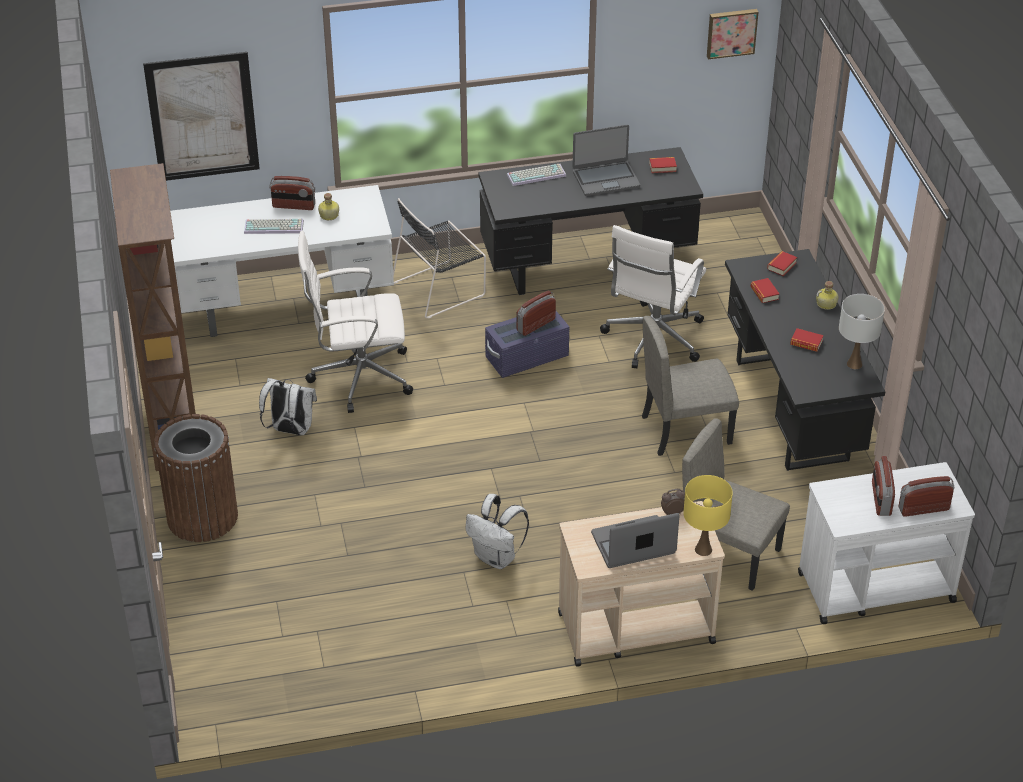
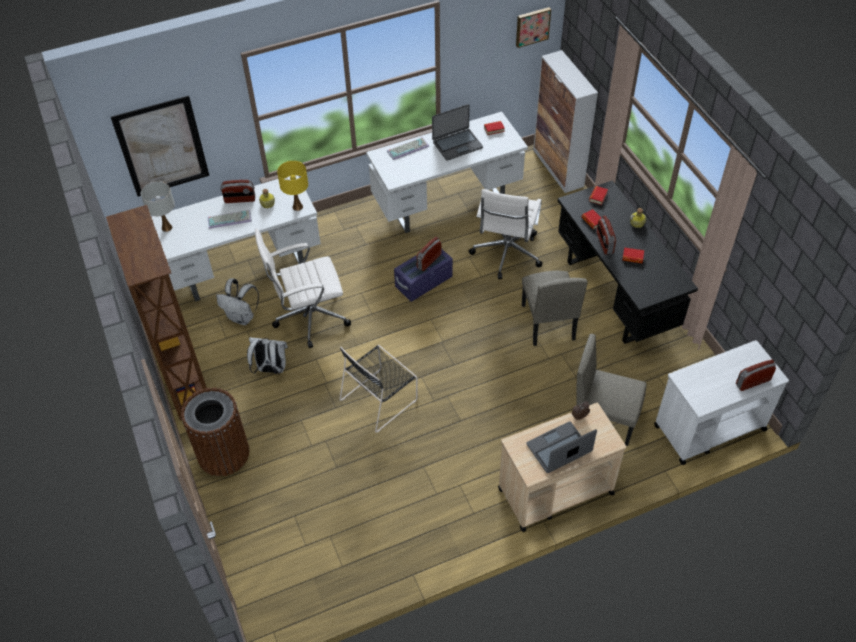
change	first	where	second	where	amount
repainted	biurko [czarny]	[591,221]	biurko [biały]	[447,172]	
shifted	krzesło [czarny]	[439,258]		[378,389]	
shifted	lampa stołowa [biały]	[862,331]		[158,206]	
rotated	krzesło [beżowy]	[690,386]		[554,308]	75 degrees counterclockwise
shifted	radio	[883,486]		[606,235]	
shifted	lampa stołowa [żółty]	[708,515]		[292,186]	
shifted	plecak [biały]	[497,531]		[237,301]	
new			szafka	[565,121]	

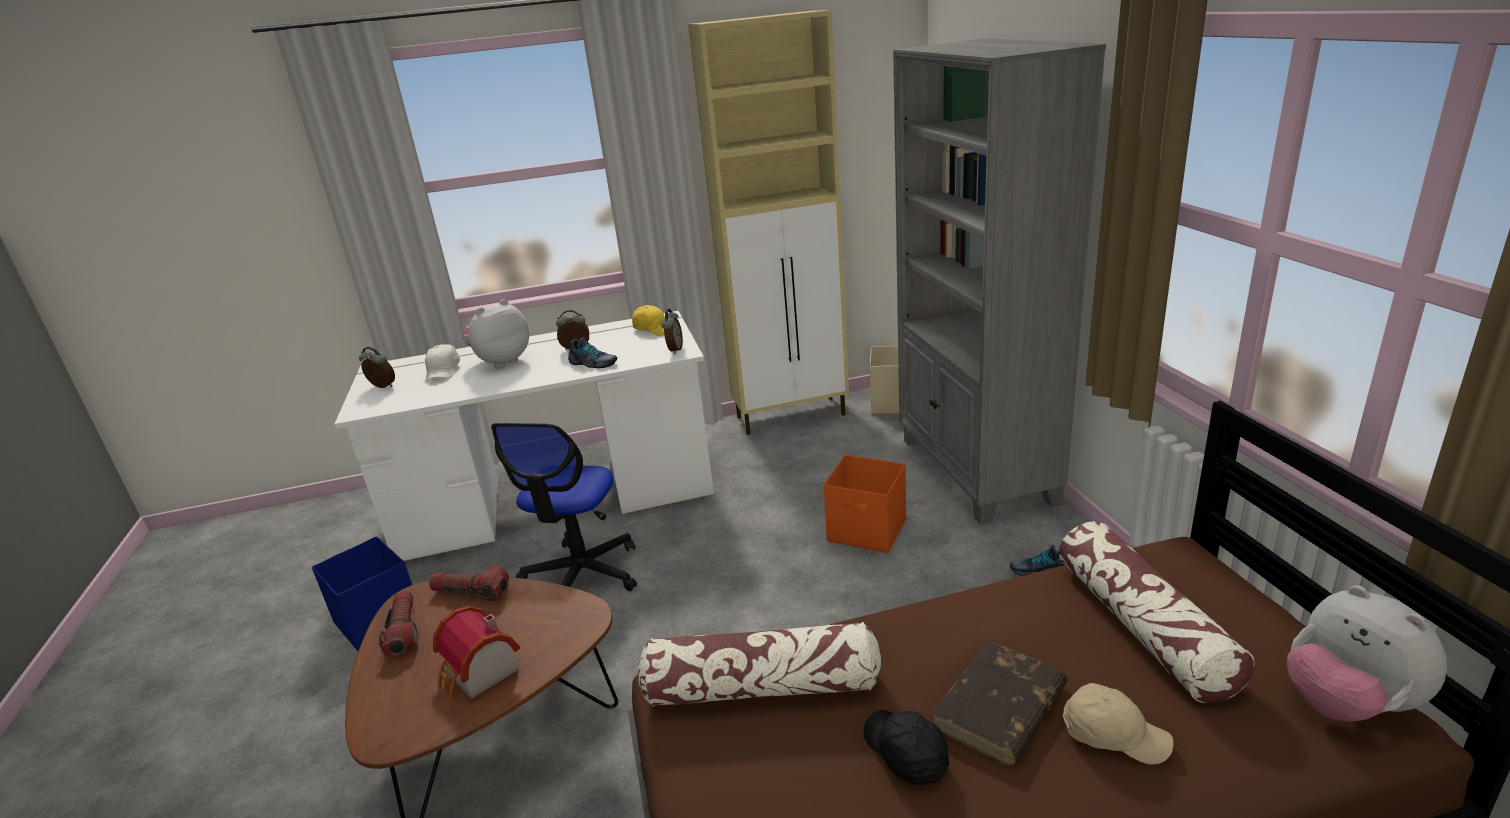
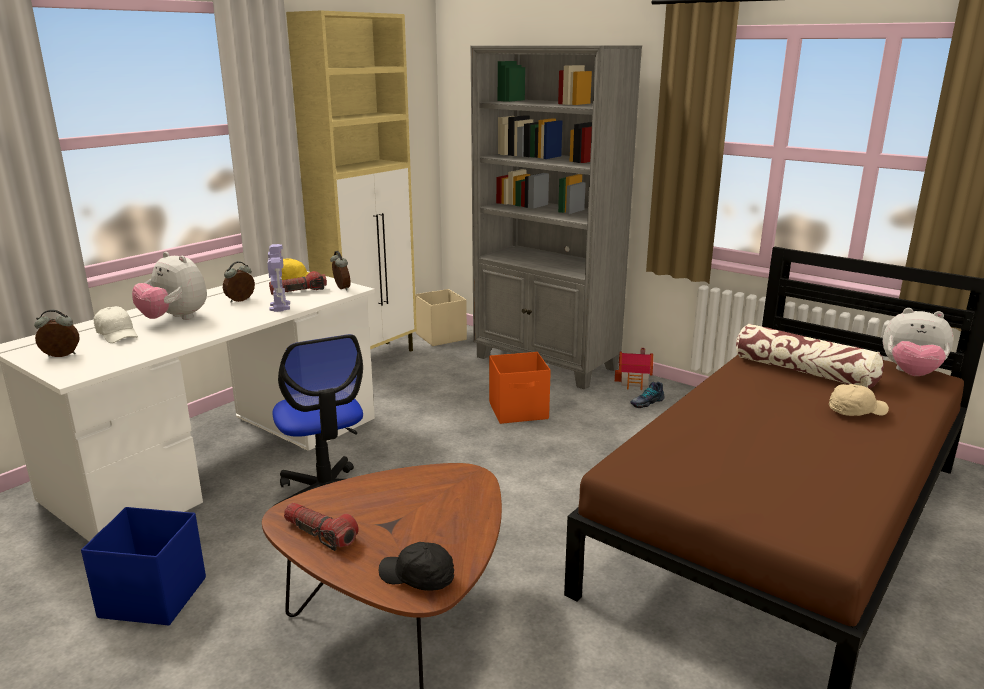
change	first	where	second	where	amount
rotated	pluszak	[495,334]		[169,286]	60 degrees counterclockwise
swapped	but	[592,352]	robot zabawkowy	[278,278]	
shifted	latarka	[469,584]		[298,283]	
shifted	domek	[476,654]		[634,369]	
gone	poduszka	[759,664]			
gone	książka [brązowy]	[999,703]			
shifted	czapka z daszkiem [czarny]	[906,747]		[416,566]	

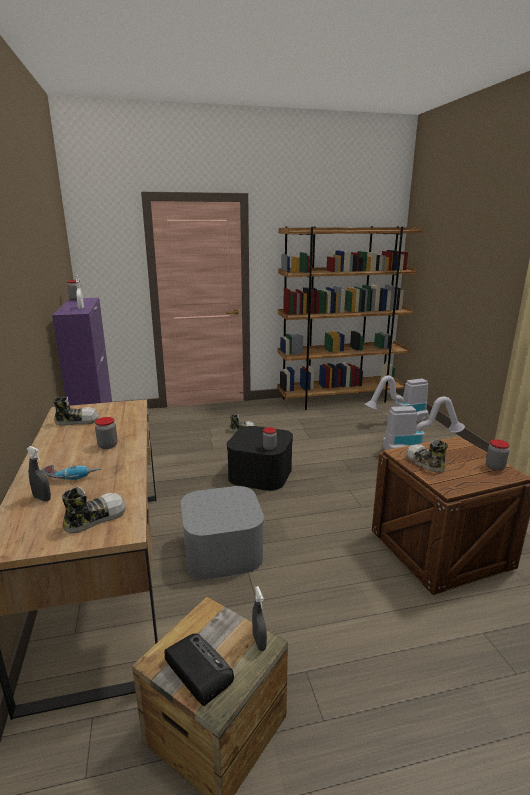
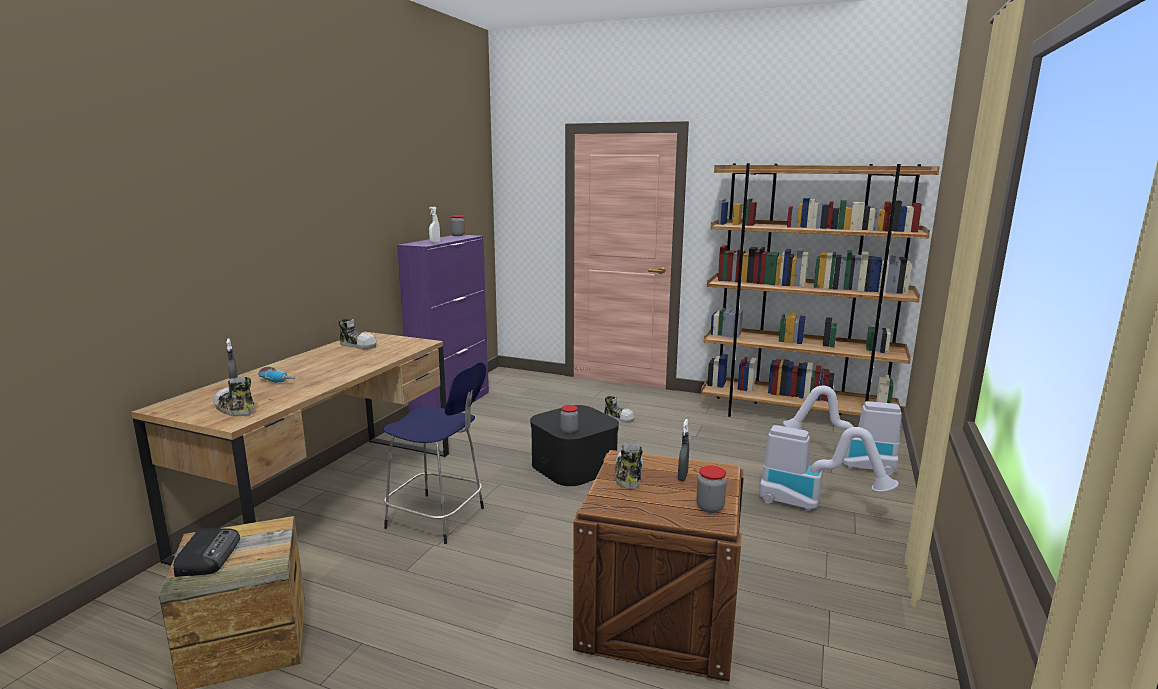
change	first	where	second	where	amount
gone	słoik	[106,433]			
swapped	pojemnik do przechowywania [szary]	[222,533]	stołek [niebieski]	[435,453]	
rotated	but	[94,510]		[234,396]	135 degrees counterclockwise
shifted	spryskiwacz [szary]	[259,618]		[683,450]	

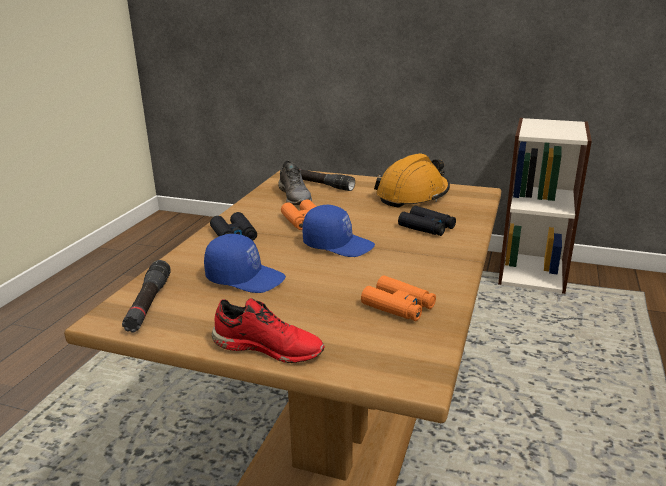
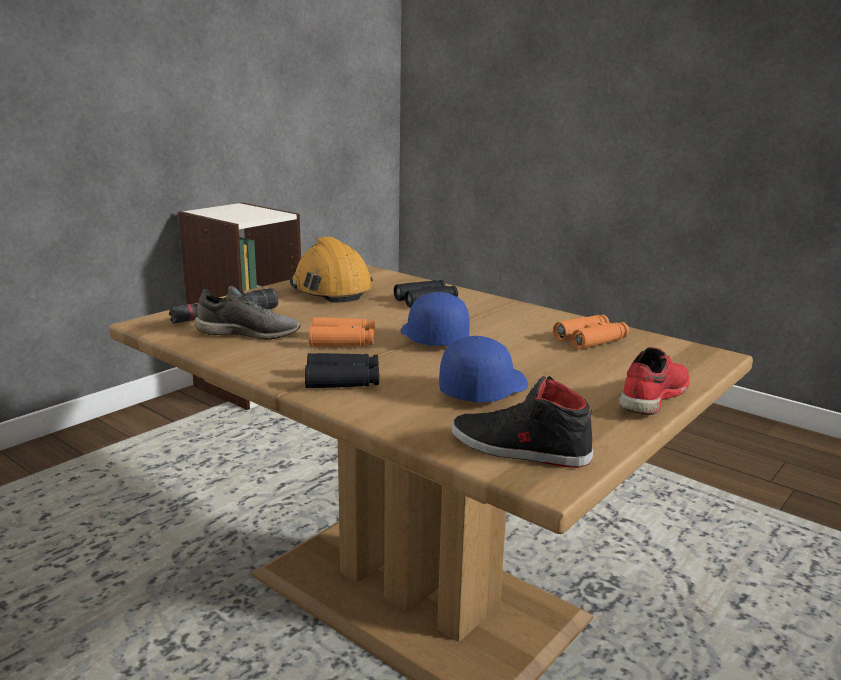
change	first	where	second	where	amount
rotated	czapka z daszkiem [niebieski]	[339,231]		[435,319]	60 degrees counterclockwise
swapped	latarka [czarny]	[146,296]	but [czarny]	[522,422]	

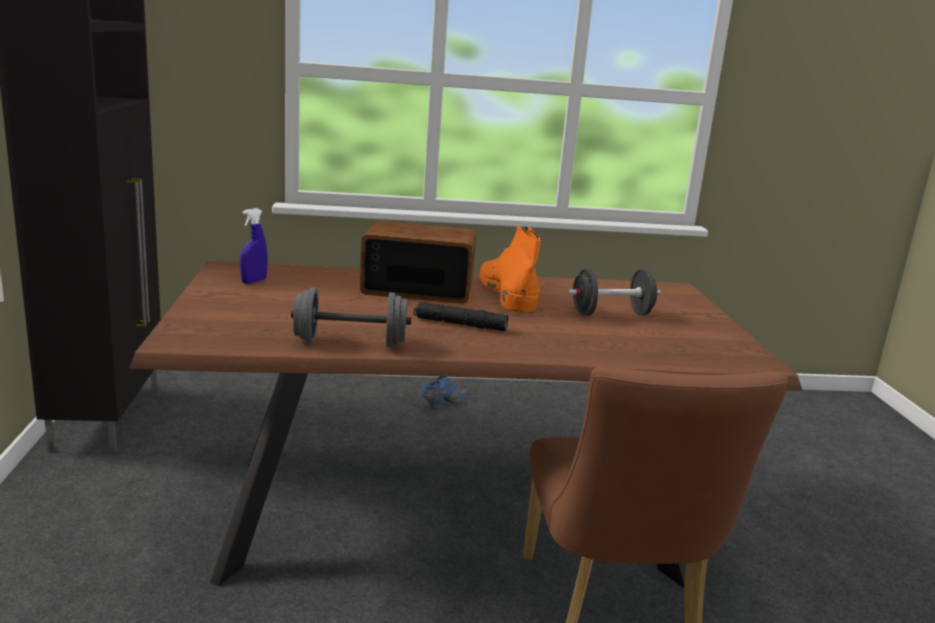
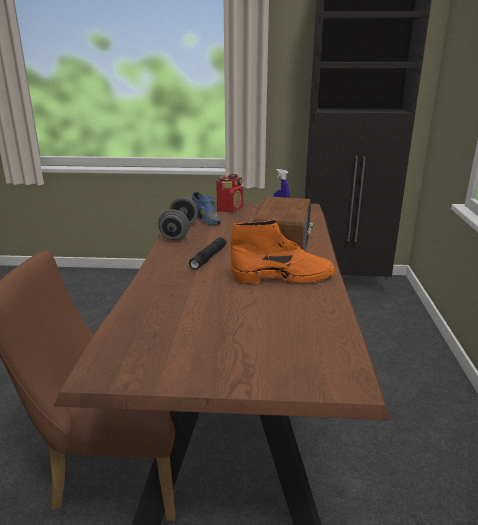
change	first	where	second	where	amount
gone	hantel [czarny]	[614,292]			
shifted	but [niebieski]	[445,392]		[206,208]	
new			radio	[229,193]	

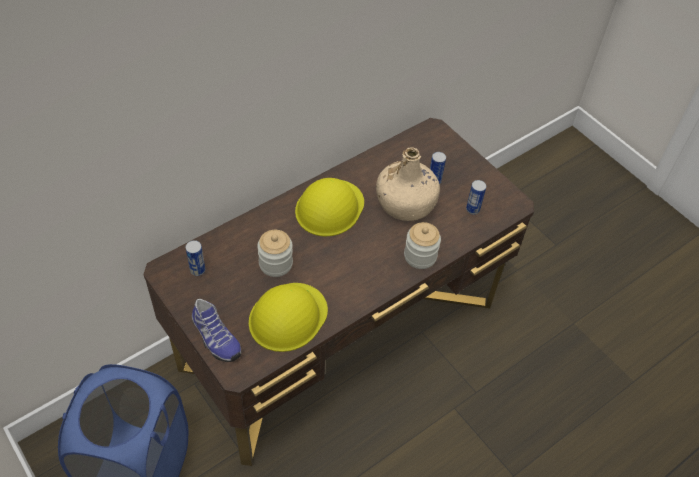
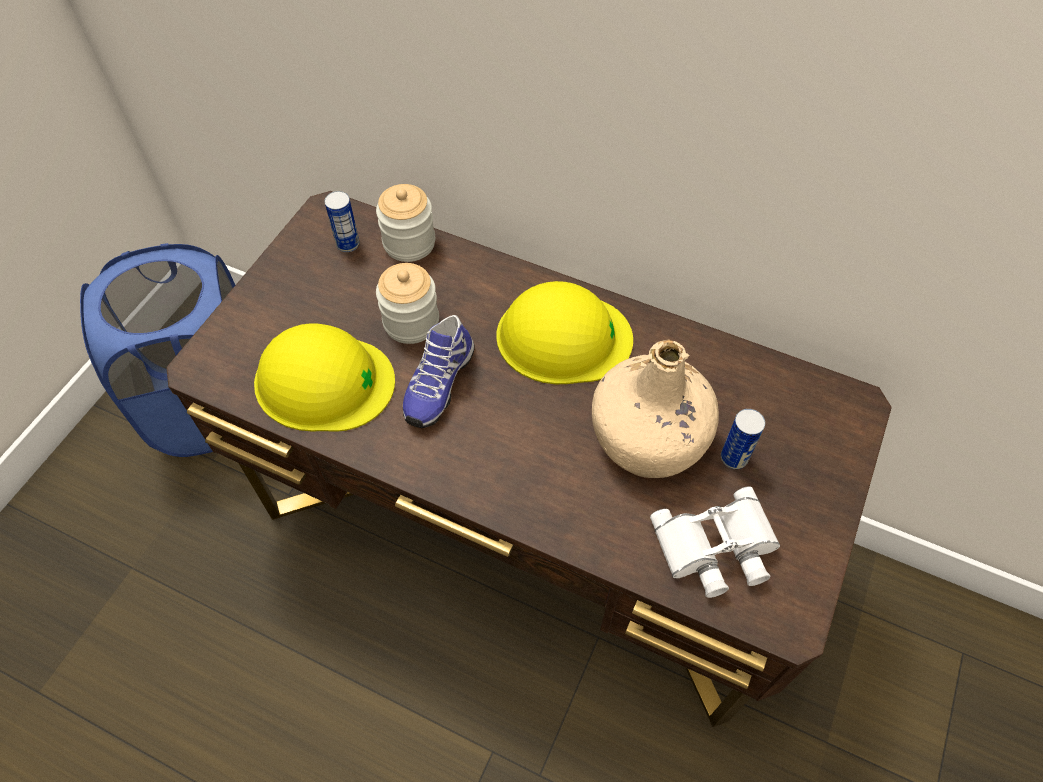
change	first	where	second	where	amount
swapped	puszka	[476,197]	lornetka [biały]	[715,542]	
shifted	słoik	[422,245]		[405,223]	
shifted	but	[216,330]		[439,371]	

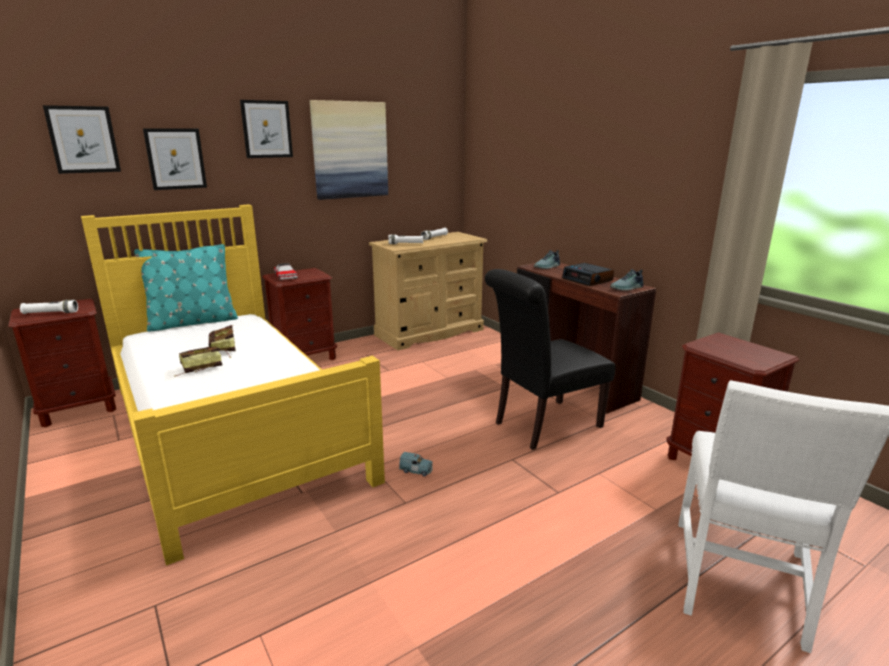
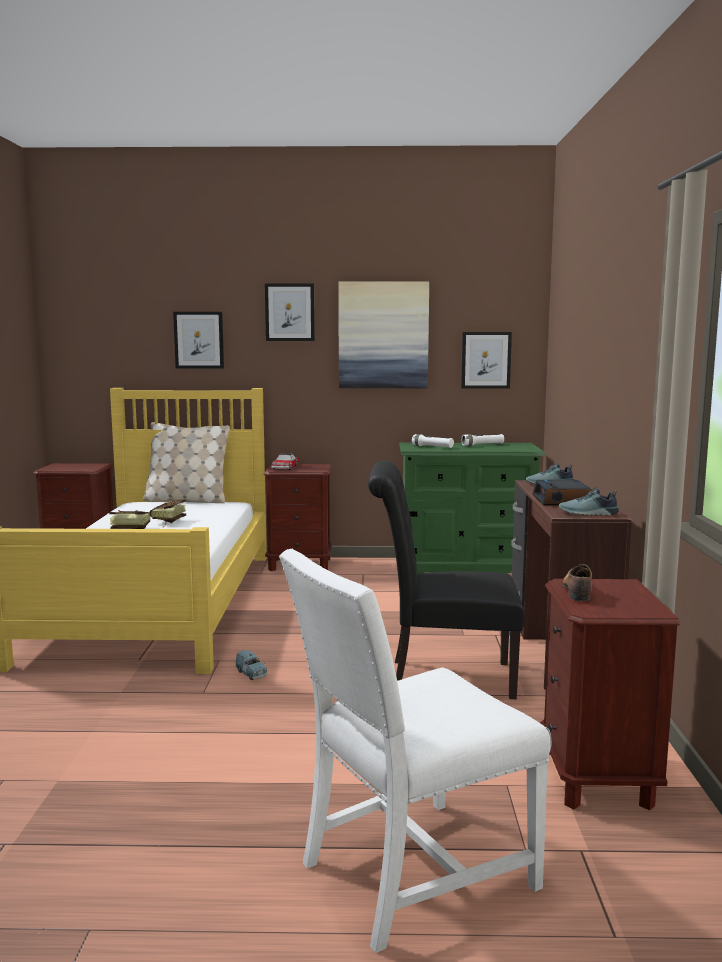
change	first	where	second	where	amount
shifted	obraz	[82,139]		[486,360]	
repainted	komoda [beżowy]	[428,291]	komoda [zielony]	[472,508]	
repainted	poduszka [turkusowy]	[186,288]	poduszka [beżowy]	[186,462]	
gone	latarka [biały]	[49,307]			
new			but	[577,582]	

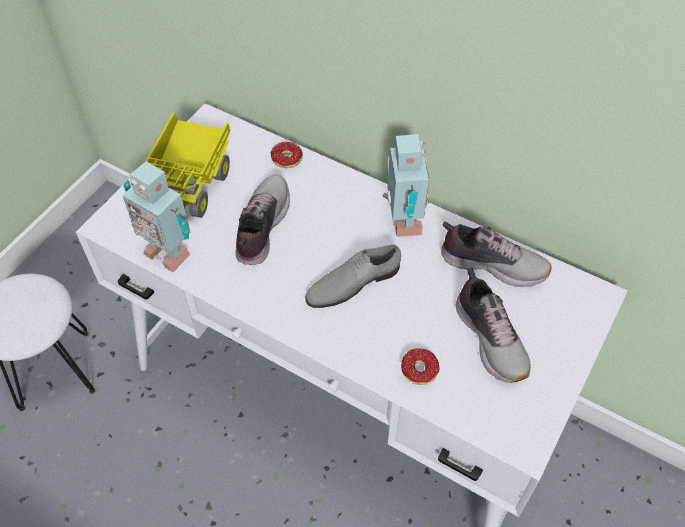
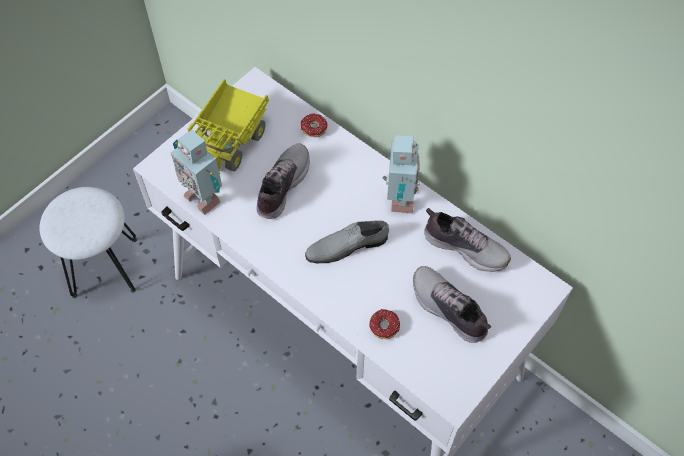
change	first	where	second	where	amount
rotated	but	[493,325]		[452,304]	150 degrees clockwise

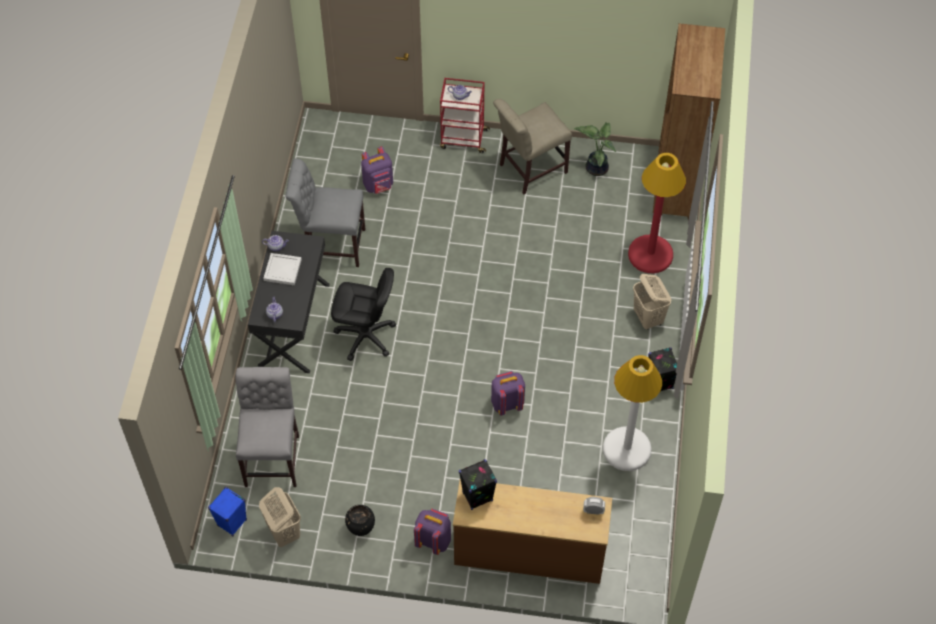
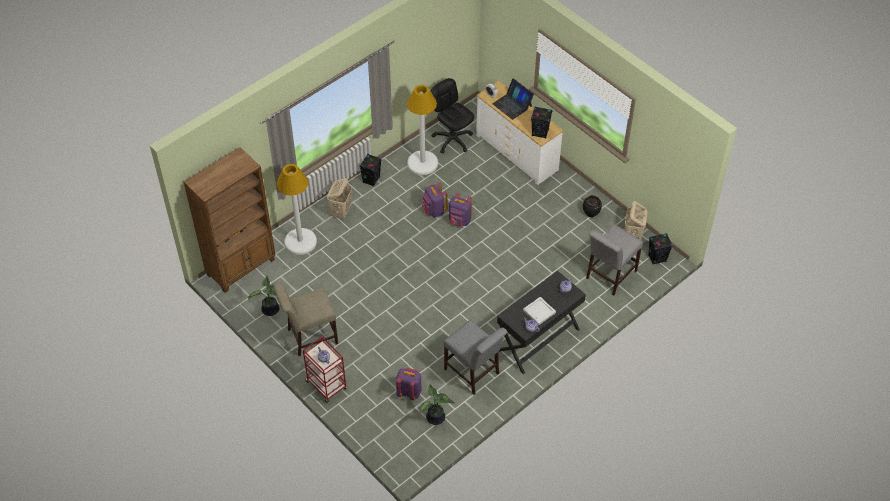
change	first	where	second	where	amount
rotated	krzesło [beżowy]	[532,146]		[305,319]	150 degrees clockwise
repainted	lampa stojąca [czerwony]	[657,213]	lampa stojąca [biały]	[297,209]	
shifted	krzesło biurowe [czarny]	[363,314]		[452,115]	
repainted	komoda [brązowy]	[532,531]	komoda [biały]	[519,133]	
repainted	głośnik [niebieski]	[227,511]	głośnik [czarny]	[660,249]	
shifted	plecak [fioletowy]	[432,532]		[434,200]	
new			laptop	[513,99]	
new			roślina doniczkowa	[437,404]	

